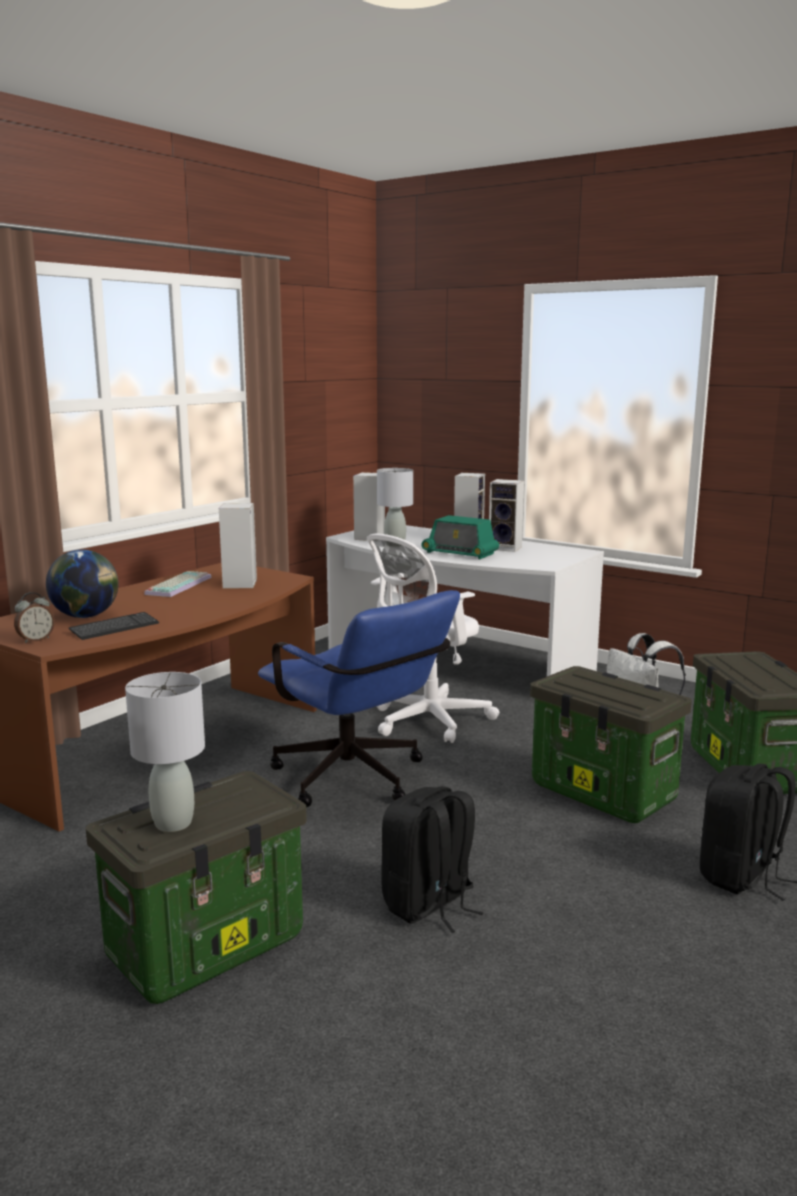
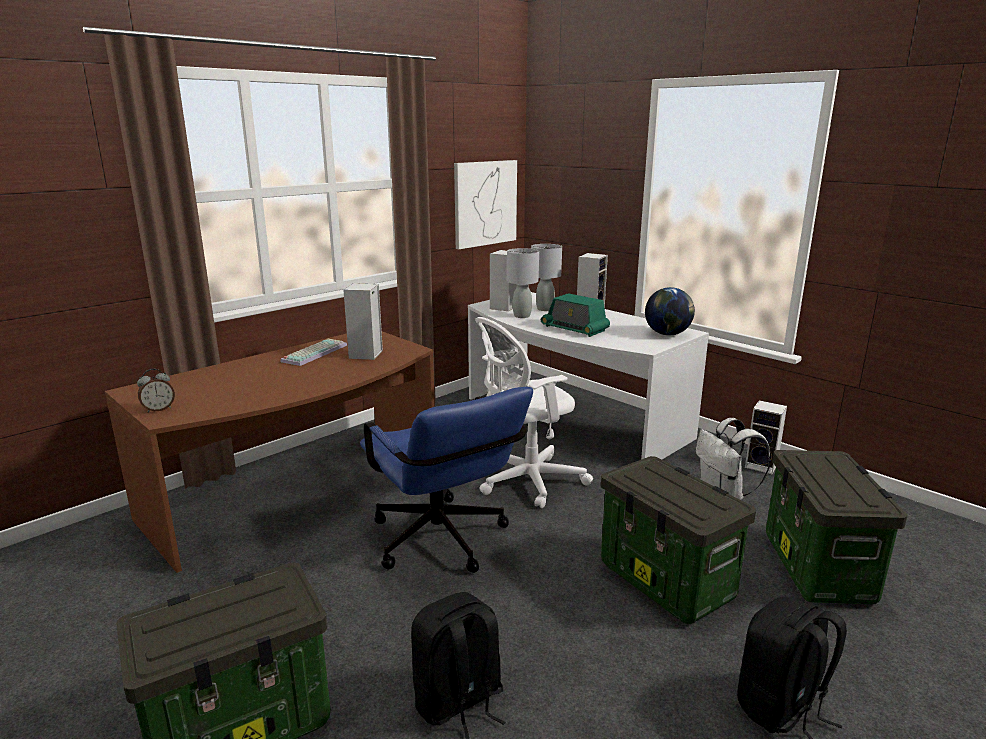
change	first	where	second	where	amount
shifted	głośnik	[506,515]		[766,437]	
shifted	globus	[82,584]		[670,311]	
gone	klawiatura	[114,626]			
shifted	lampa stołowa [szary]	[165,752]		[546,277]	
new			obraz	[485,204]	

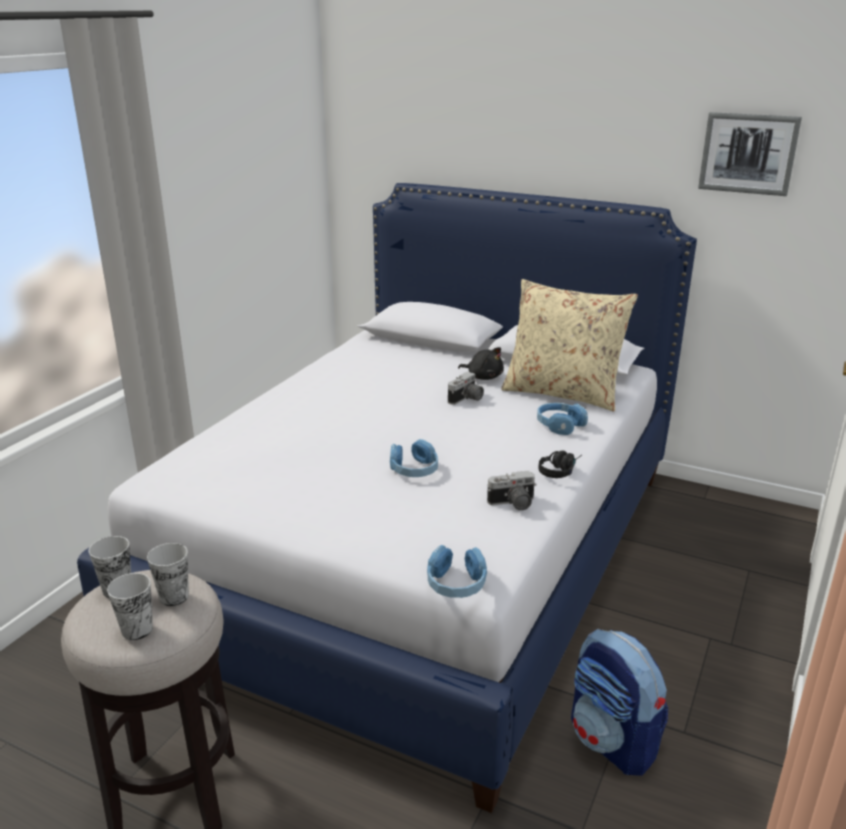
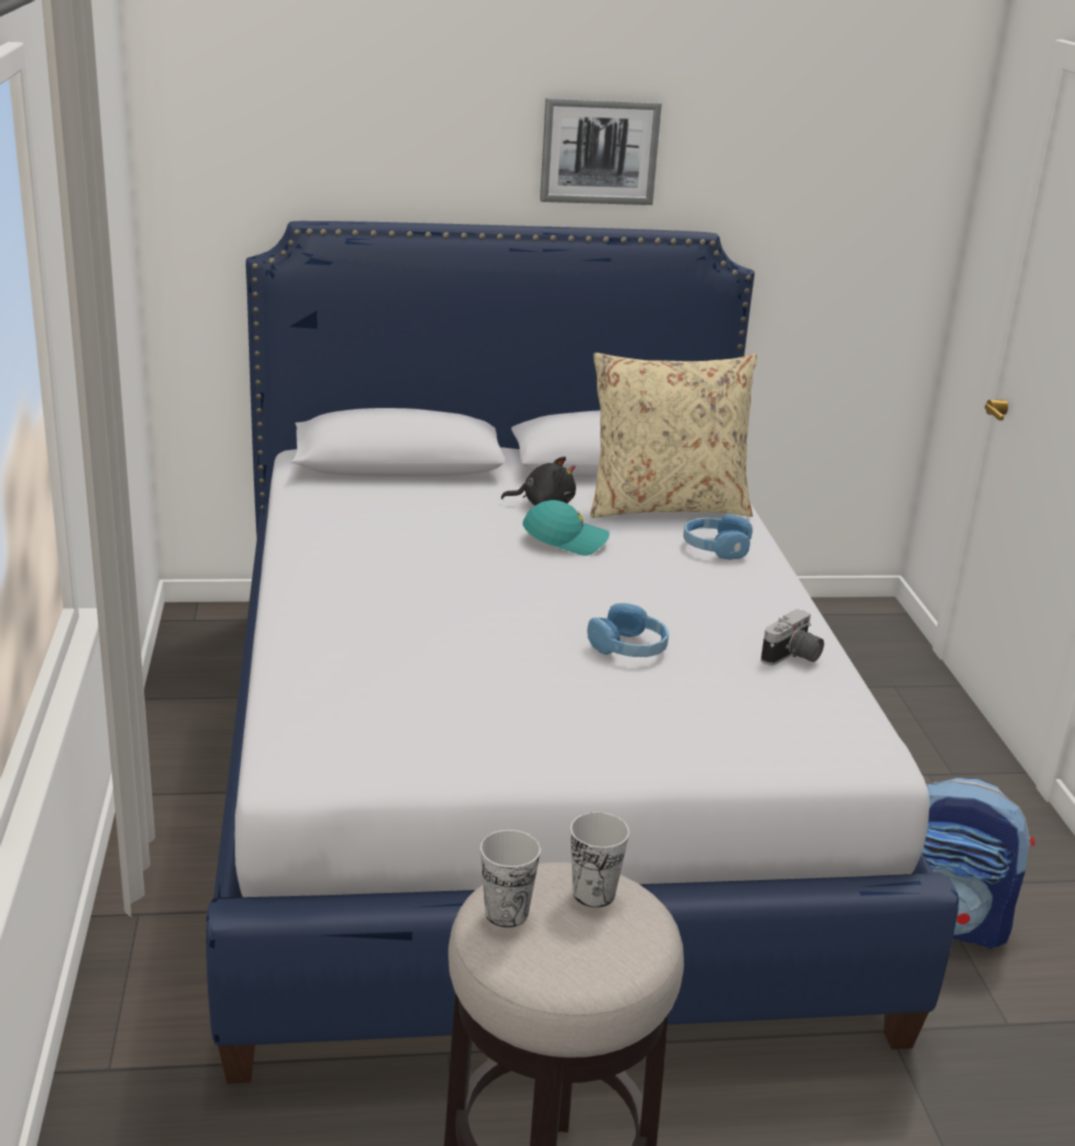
change	first	where	second	where	amount
shifted	obraz	[750,154]		[601,151]	
swapped	aparat fotograficzny	[466,388]	czapka z daszkiem [turkusowy]	[566,528]	
gone	słuchawki [czarny]	[560,464]			
gone	słuchawki [niebieski]	[457,571]			
gone	filiżanka	[130,606]			

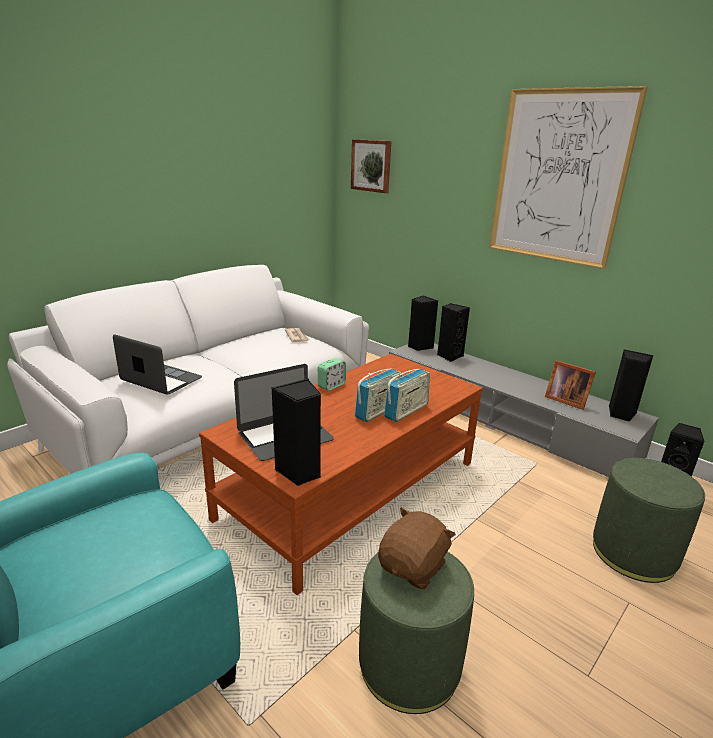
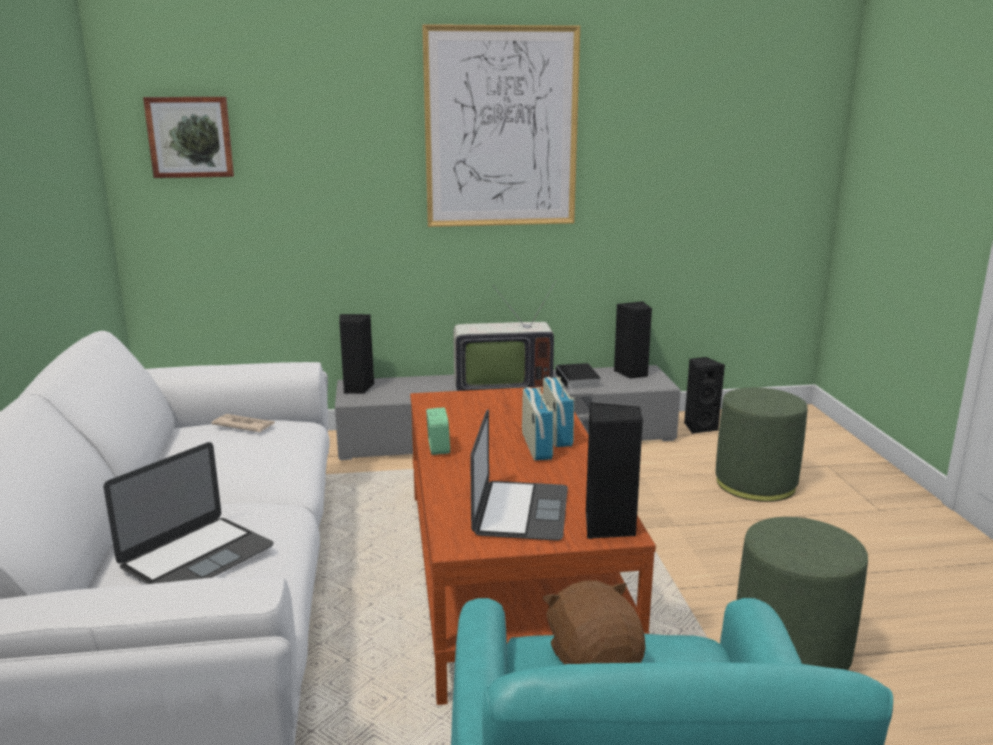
change	first	where	second	where	amount
gone	głośnik [czarny]	[453,332]			
rotated	laptop	[157,364]		[188,513]	150 degrees clockwise
swapped	ramka na zdjęcie	[570,385]	książka	[578,377]	
shifted	pluszak [brązowy]	[417,548]		[594,622]	
new			telewizor	[505,336]	

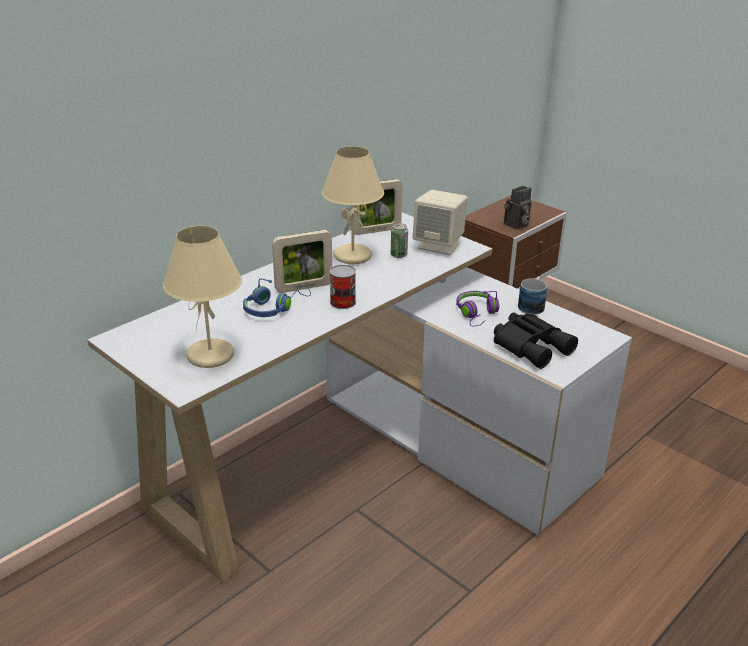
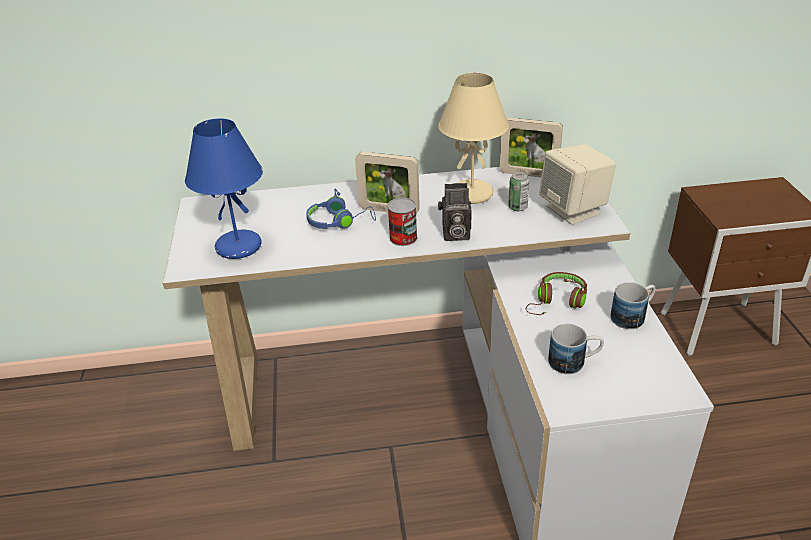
change	first	where	second	where	amount
shifted	aparat fotograficzny	[517,207]		[455,212]	
repainted	lampa stołowa [beżowy]	[202,297]	lampa stołowa [niebieski]	[224,188]	
repainted	słuchawki [fioletowy]	[477,308]	słuchawki [brązowy]	[556,293]	
swapped	lornetka [czarny]	[536,341]	kubek	[576,349]	

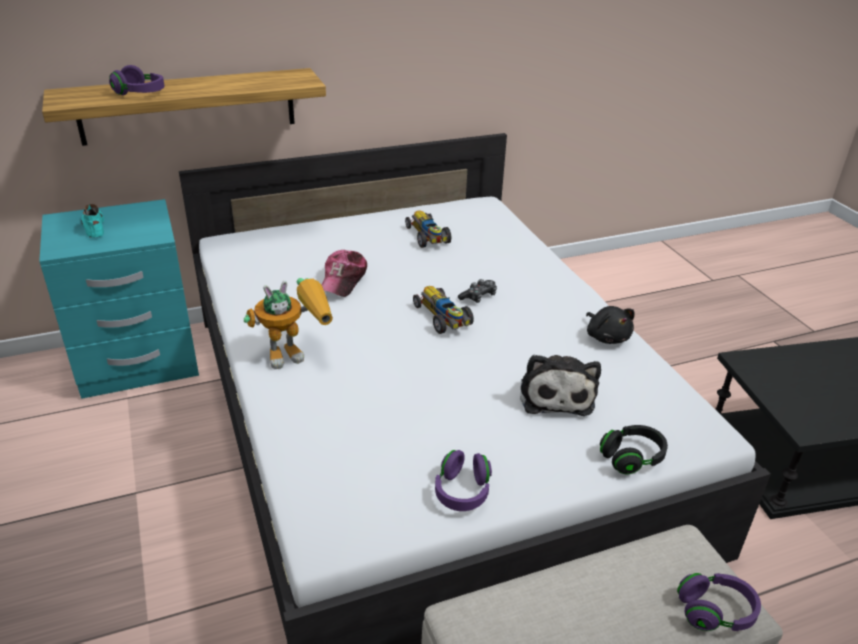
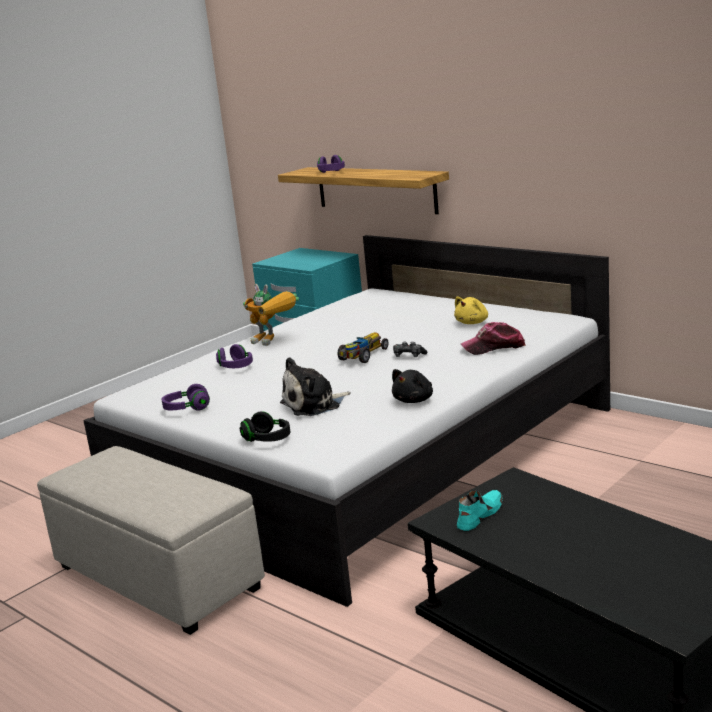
change	first	where	second	where	amount
shifted	but [turkusowy]	[92,221]		[479,510]	
swapped	samochodzik	[428,229]	pluszak [żółty]	[471,310]	
shifted	czapka z daszkiem	[344,273]		[493,338]	
shifted	słuchawki [fioletowy]	[719,602]		[234,356]	

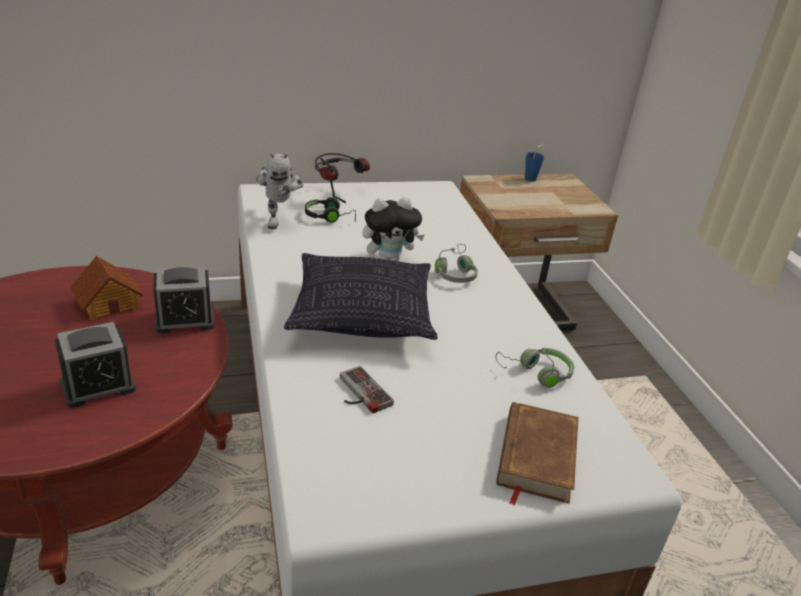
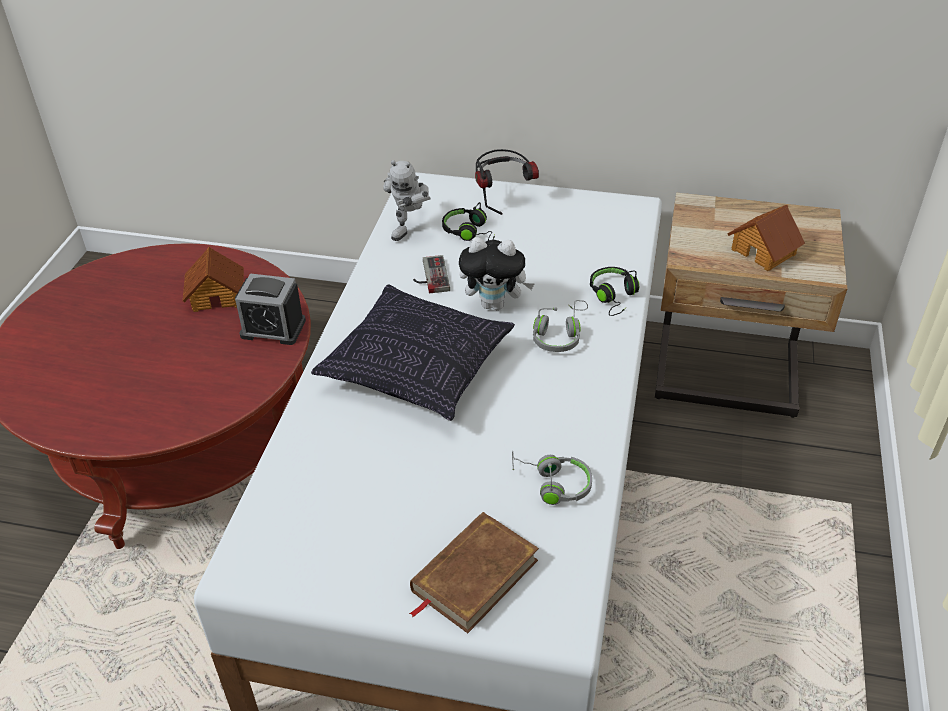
change	first	where	second	where	amount
gone	filiżanka [niebieski]	[534,163]			
gone	budzik	[95,365]			
shifted	pad do gier	[367,389]		[431,274]	
new			domek	[766,238]	
new			słuchawki [czarny]	[614,291]	

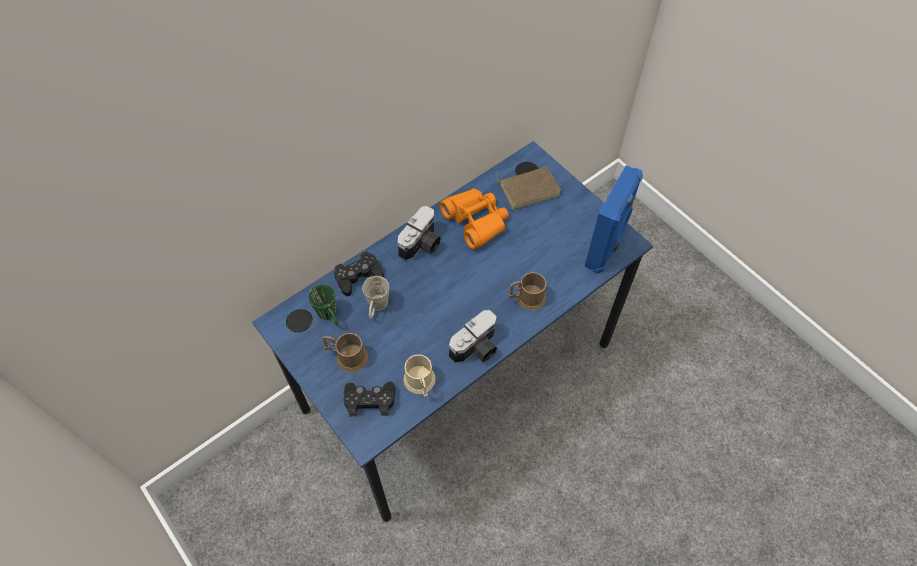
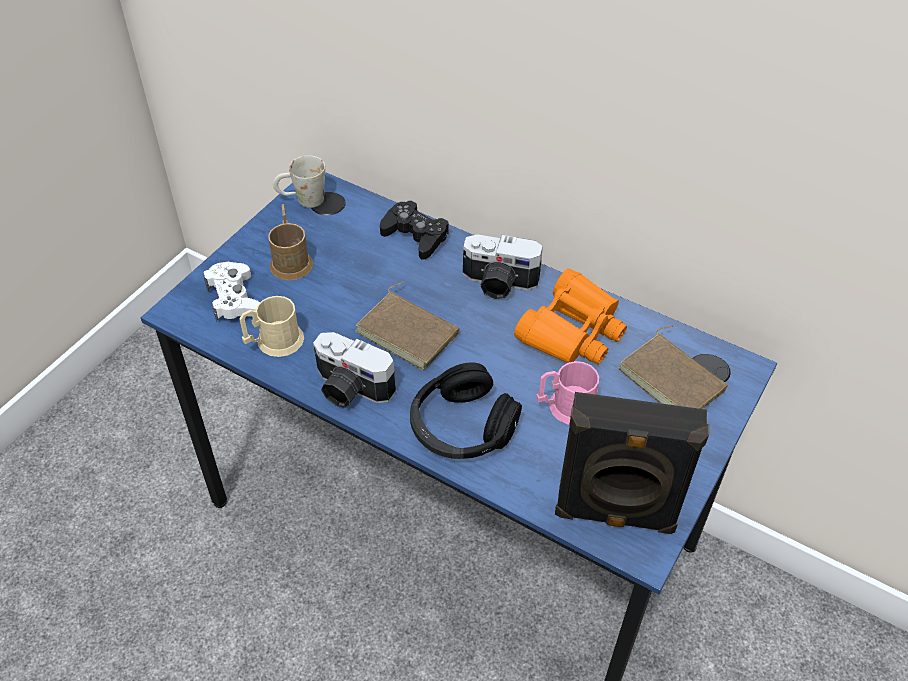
change	first	where	second	where	amount
repainted	głośnik [niebieski]	[613,219]	głośnik [czarny]	[632,463]	
swapped	kubek [brązowy]	[527,291]	słuchawki [czarny]	[466,411]	
shifted	kubek [biały]	[375,297]		[299,181]	
gone	kubek [zielony]	[323,304]			
repainted	pad do gier [czarny]	[369,399]	pad do gier [biały]	[231,292]	
new			książka [brązowy]	[407,326]	
new			kubek [różowy]	[567,393]	

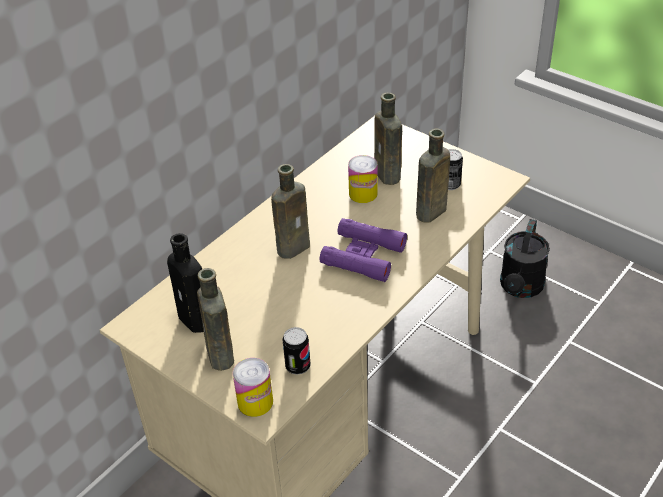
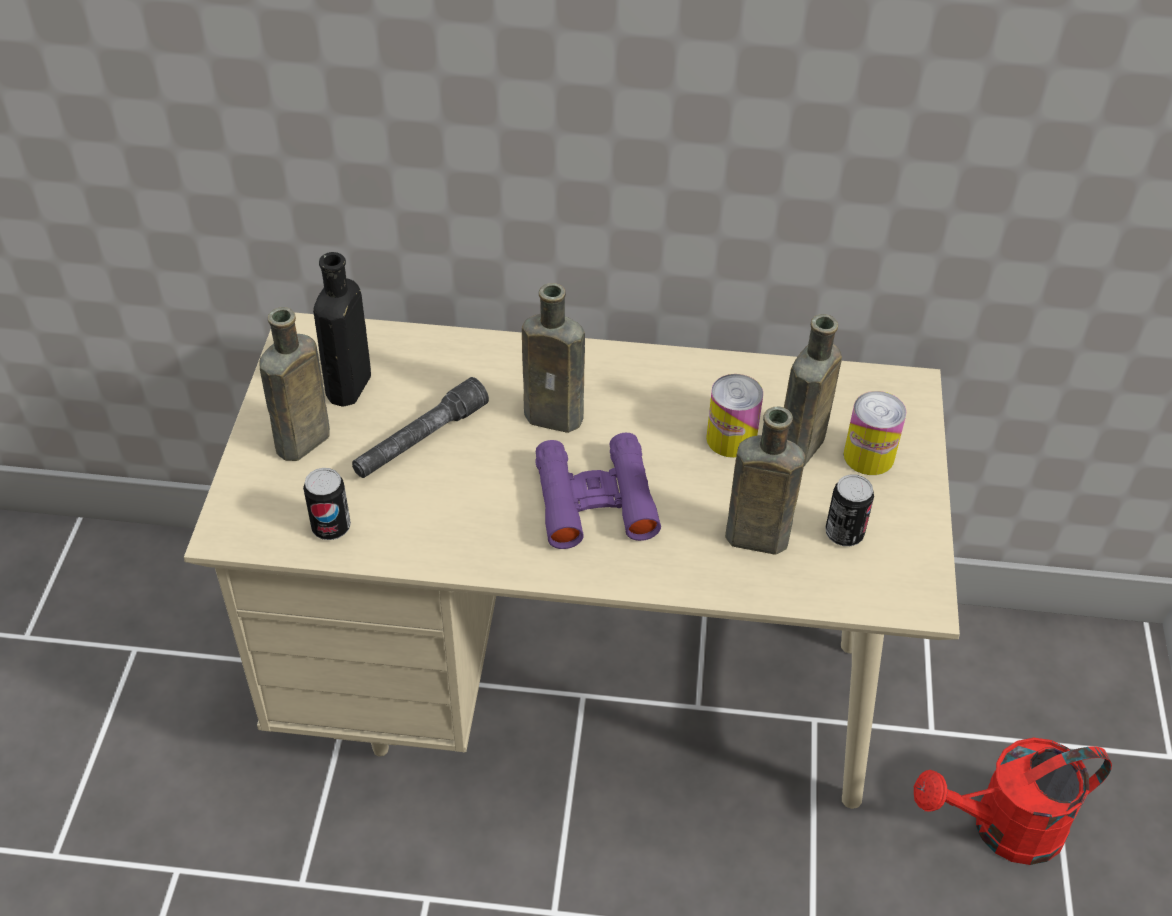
change	first	where	second	where	amount
repainted	konewka [czarny]	[525,258]	konewka [czerwony]	[1013,801]	
shifted	puszka	[253,387]		[875,433]	
new			latarka [szary]	[420,427]	

